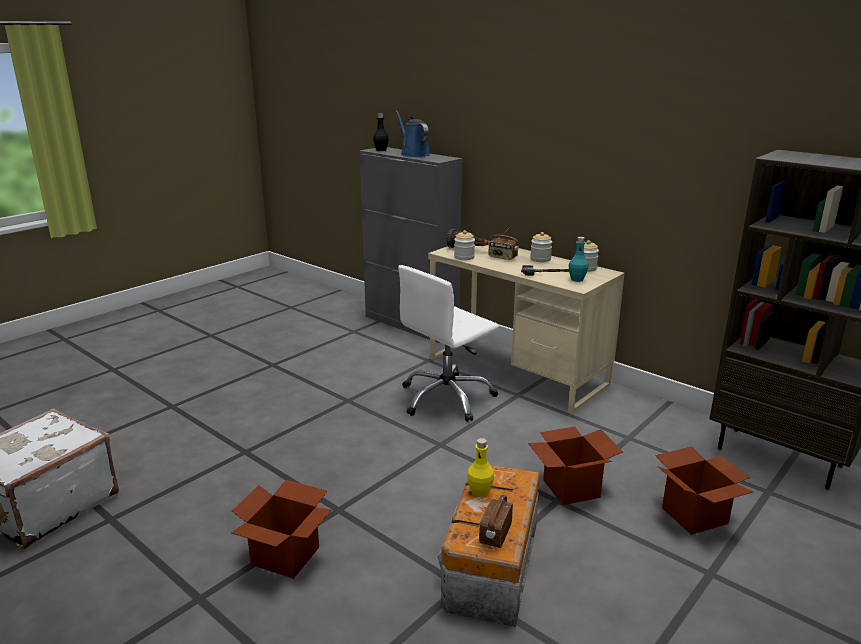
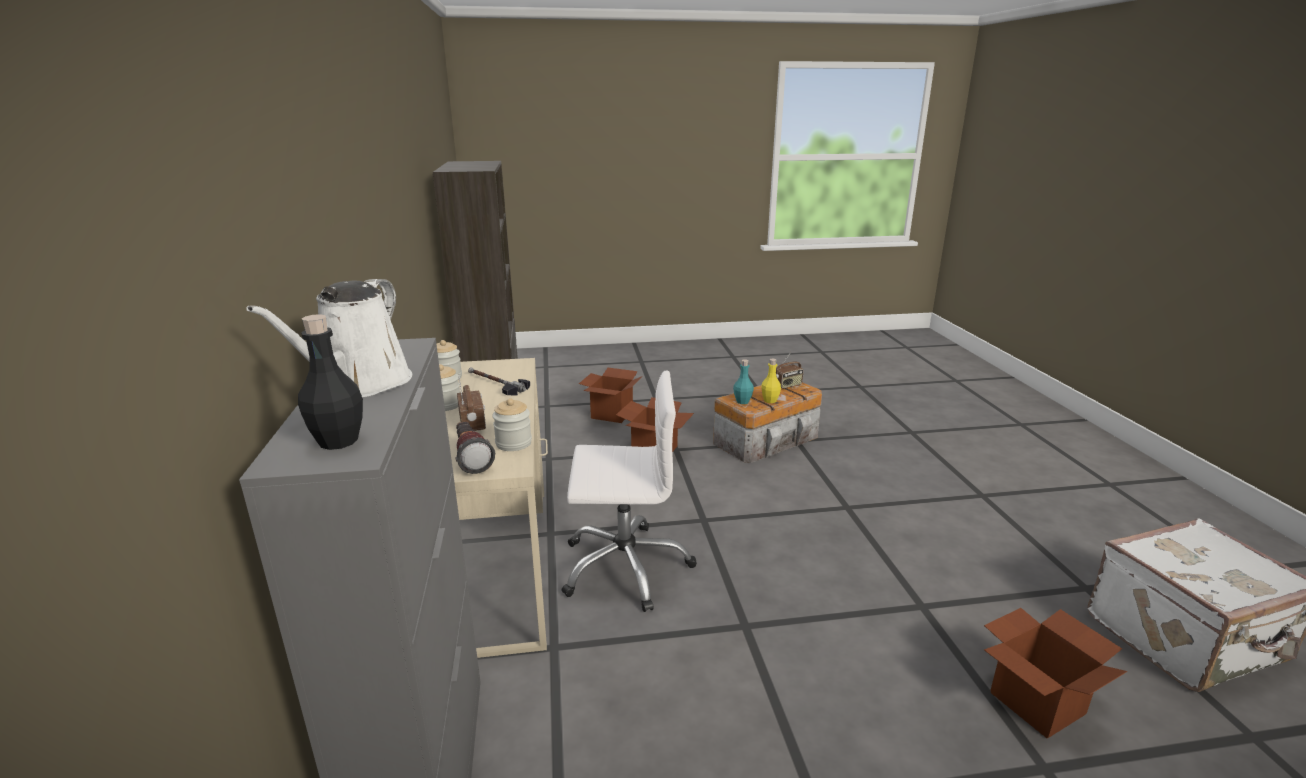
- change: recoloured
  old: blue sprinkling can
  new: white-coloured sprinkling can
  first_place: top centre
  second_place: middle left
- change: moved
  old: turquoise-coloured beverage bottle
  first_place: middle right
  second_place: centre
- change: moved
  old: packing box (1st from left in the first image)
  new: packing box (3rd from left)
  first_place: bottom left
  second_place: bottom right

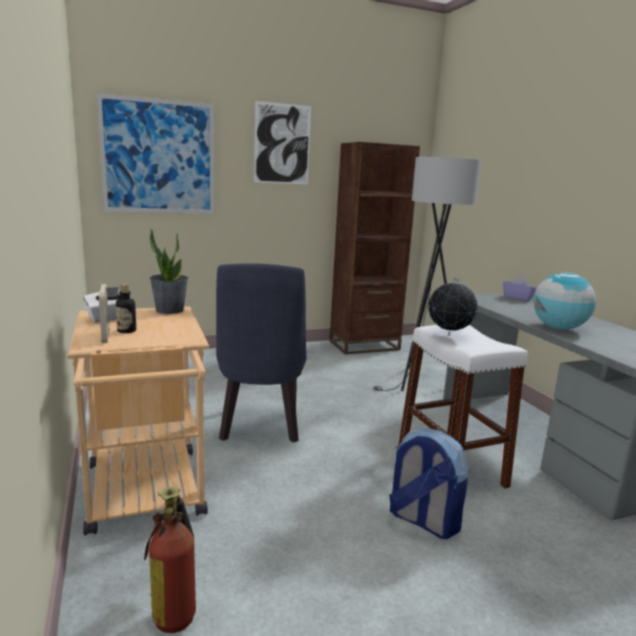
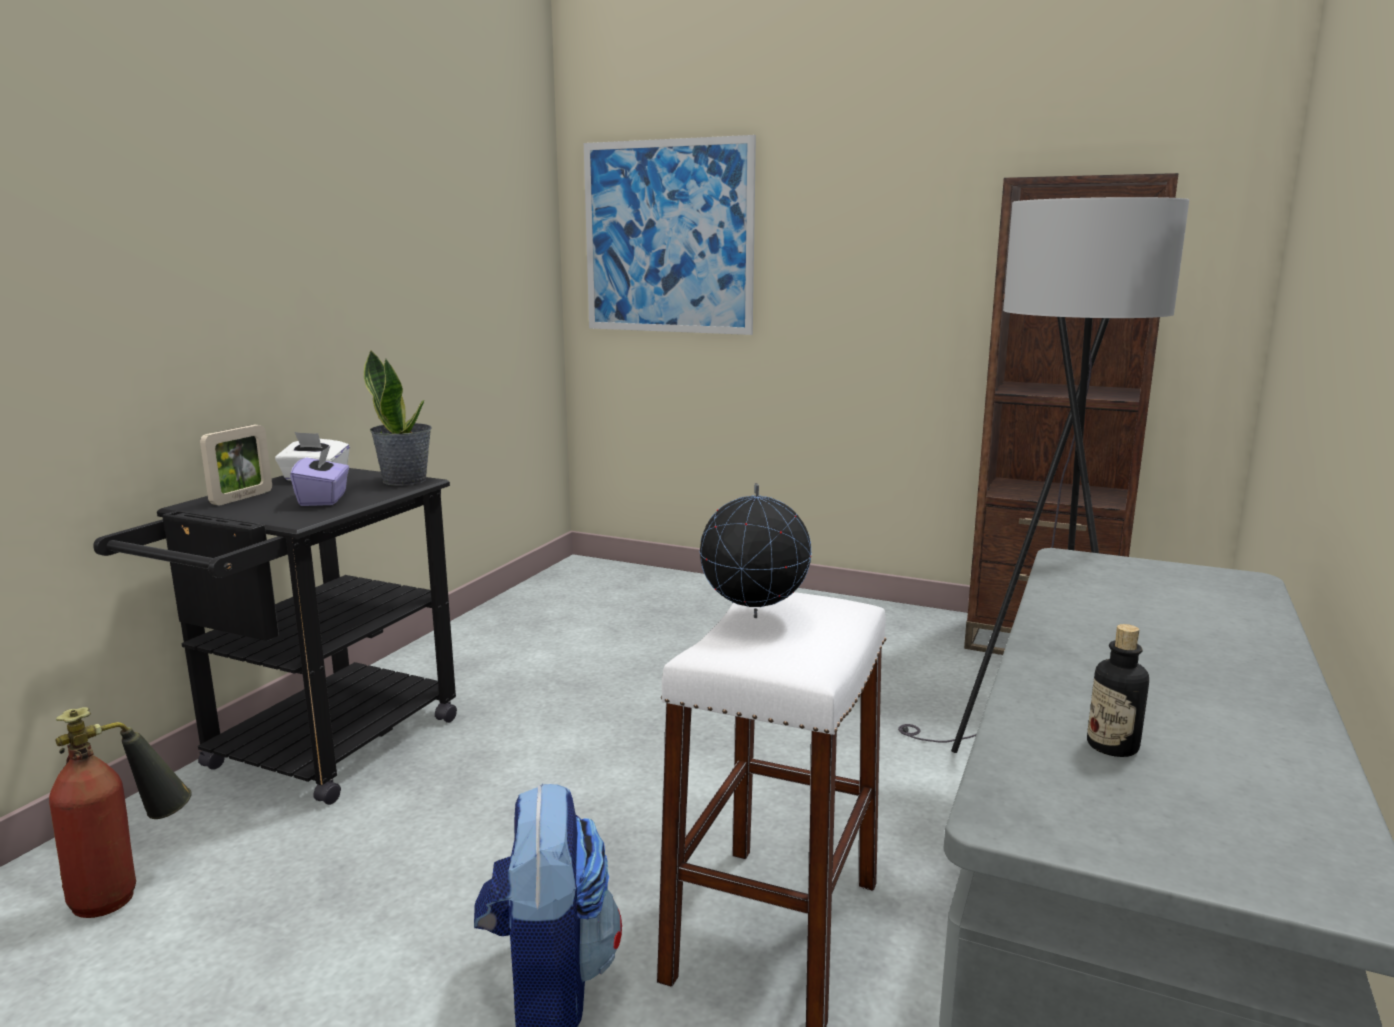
- change: recoloured
  old: beige-coloured wheeled cart
  new: blackish wheeled cart
  first_place: middle left
  second_place: middle left
- change: moved
  old: purplish tissue holder
  first_place: middle right
  second_place: middle left
- change: moved
  old: beverage bottle
  first_place: middle left
  second_place: bottom right
- change: removed
  old: blue upright chair
  first_place: centre
- change: removed
  old: picture (2nd from left)
  first_place: top centre
- change: removed
  old: world globe (2nd from left)
  first_place: middle right

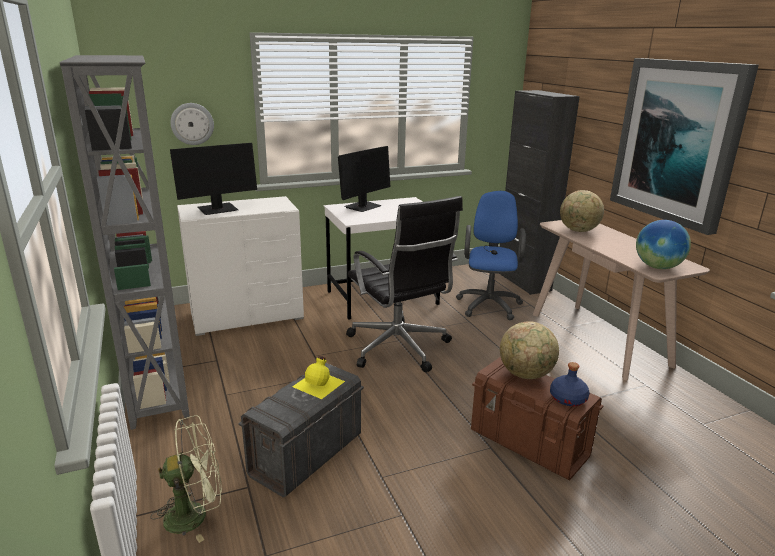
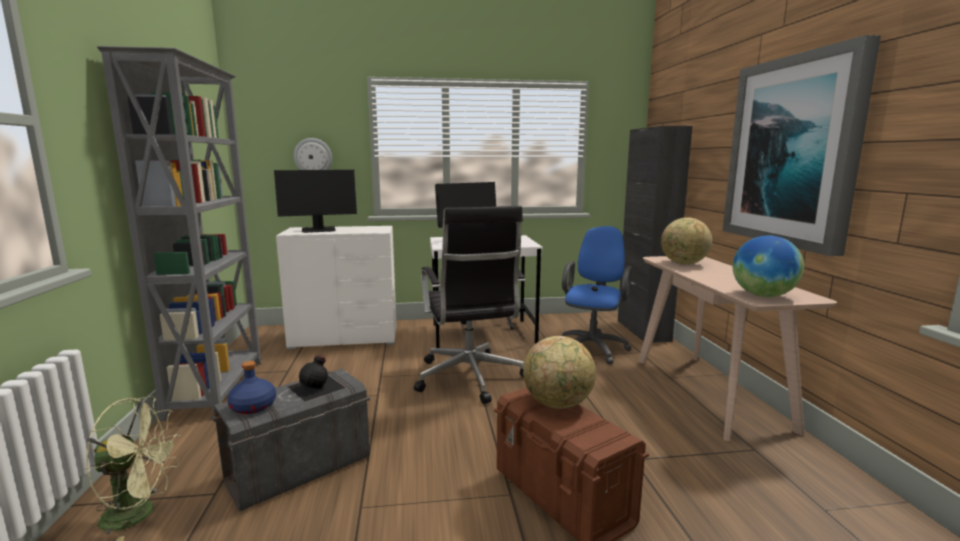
- change: moved
  old: blue beverage bottle
  first_place: bottom right
  second_place: bottom left
- change: recoloured
  old: yellow-coloured beverage bottle
  new: blackish beverage bottle
  first_place: bottom centre
  second_place: bottom left

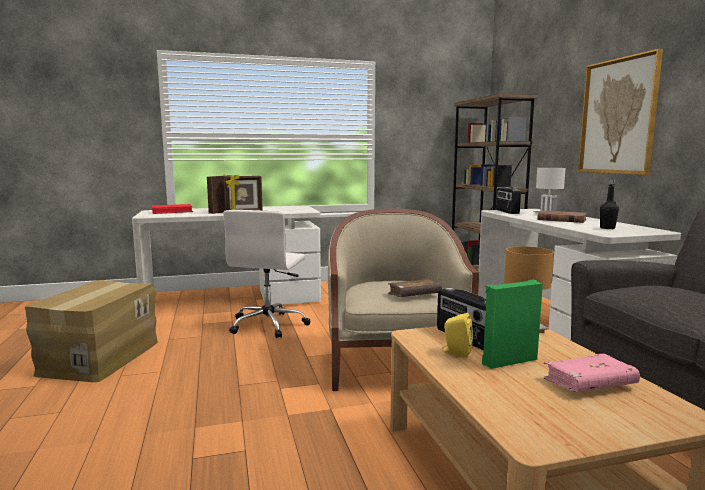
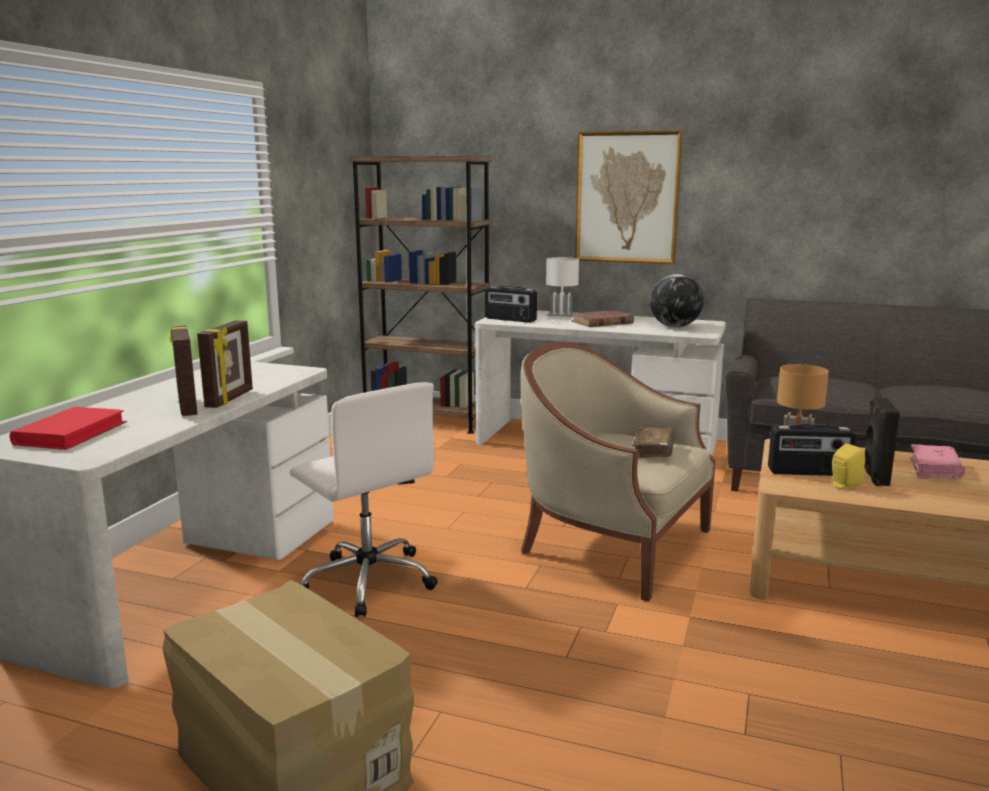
- change: replaced
  old: blackish beverage bottle
  new: world globe
  first_place: middle right
  second_place: middle right
- change: recoloured
  old: green speaker
  new: blackish speaker
  first_place: middle right
  second_place: middle right

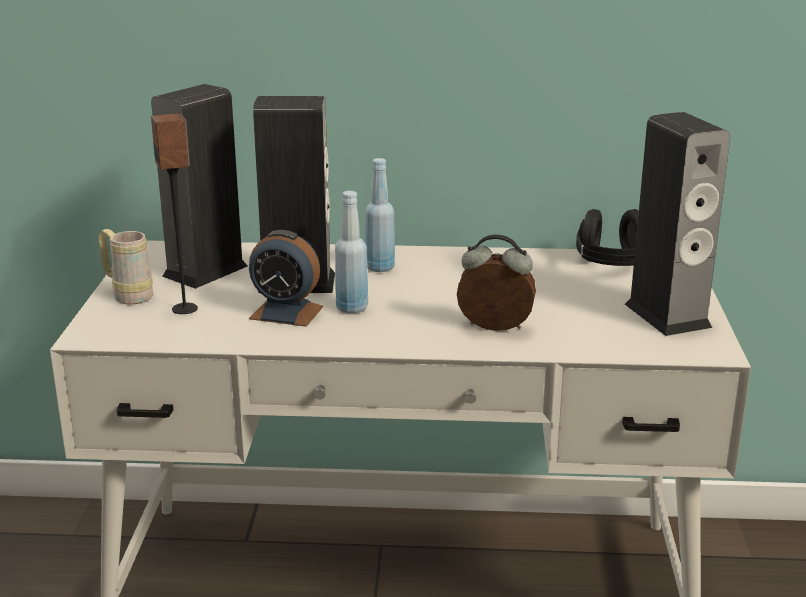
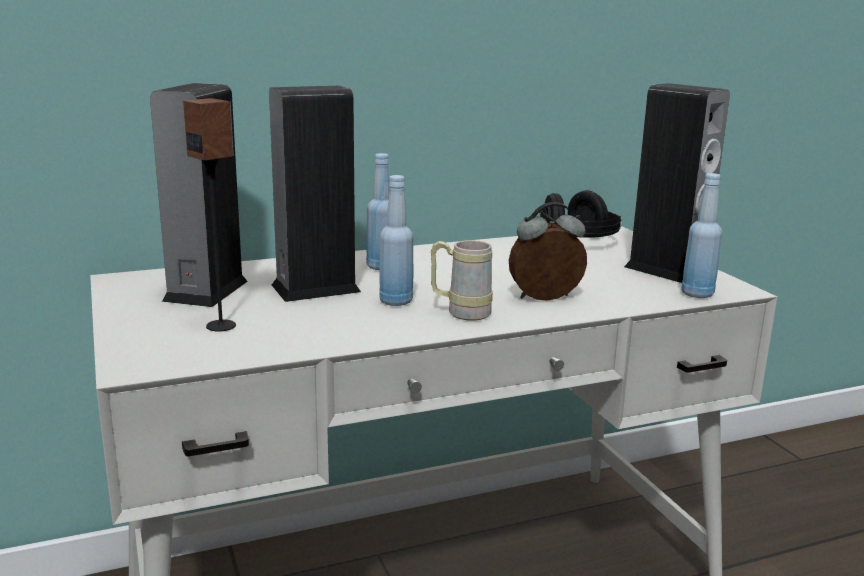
- change: moved
  old: beige-coloured coffee mug
  first_place: middle left
  second_place: centre
- change: added
  new: blue beverage bottle (3rd from left)
  second_place: middle right
- change: removed
  old: table clock (1st from left)
  first_place: centre

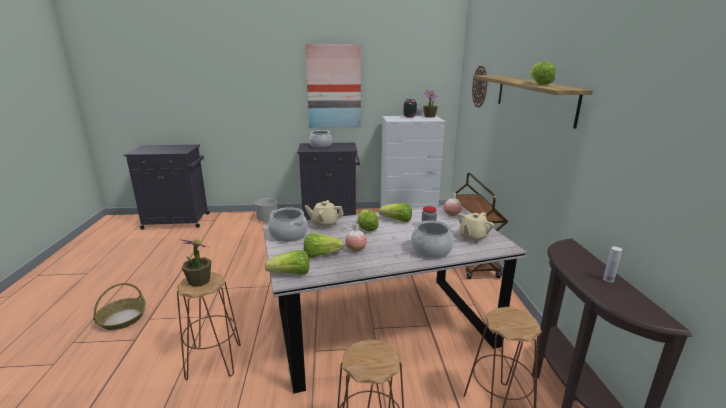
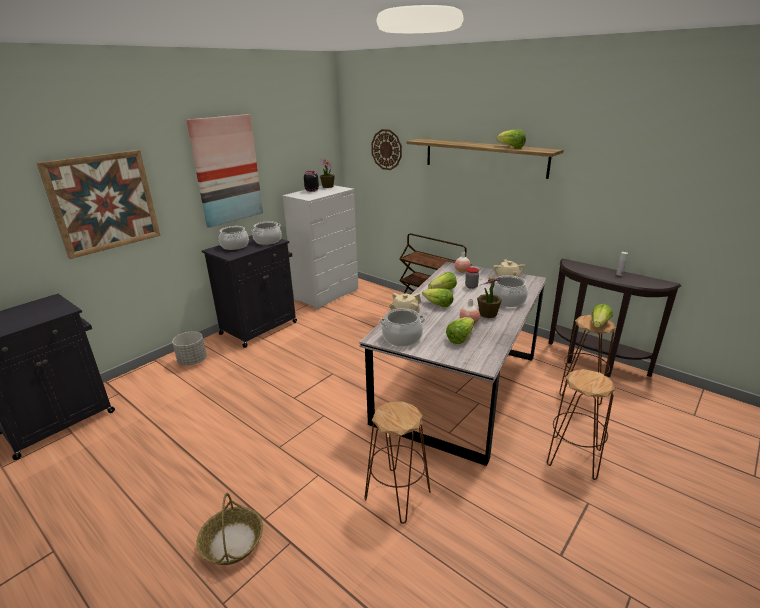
- change: added
  new: picture (1st from left)
  second_place: middle left
- change: added
  new: stockpot (2nd from left)
  second_place: centre
- change: moved
  old: plant in a pot (1st from left in the first image)
  new: plant in a pot (2nd from left)
  first_place: middle left
  second_place: centre
- change: moved
  old: lettuce head (1st from left in the first image)
  new: lettuce head (5th from left)
  first_place: centre
  second_place: middle right

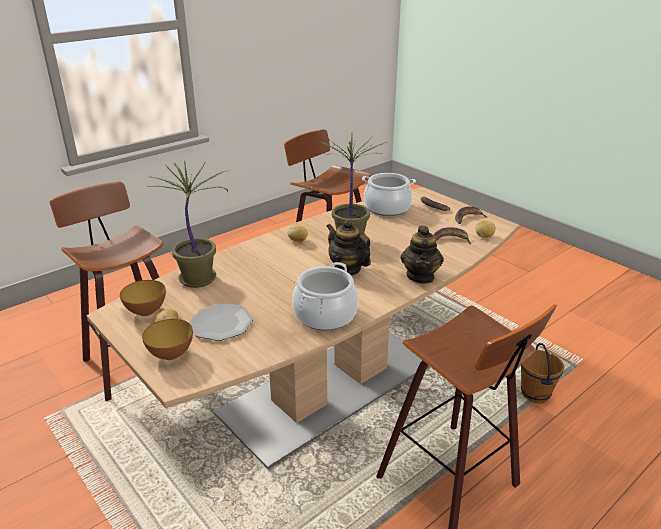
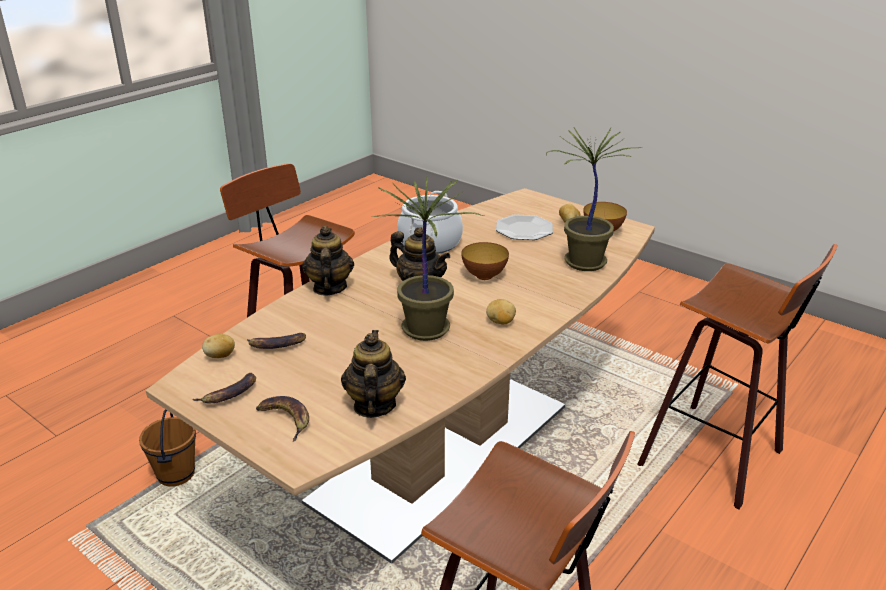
- change: replaced
  old: stockpot (2nd from left)
  new: teapot (2nd from left)
  first_place: centre
  second_place: centre
- change: moved
  old: deep dish (2nd from left in the first image)
  new: deep dish (1st from left)
  first_place: middle left
  second_place: centre

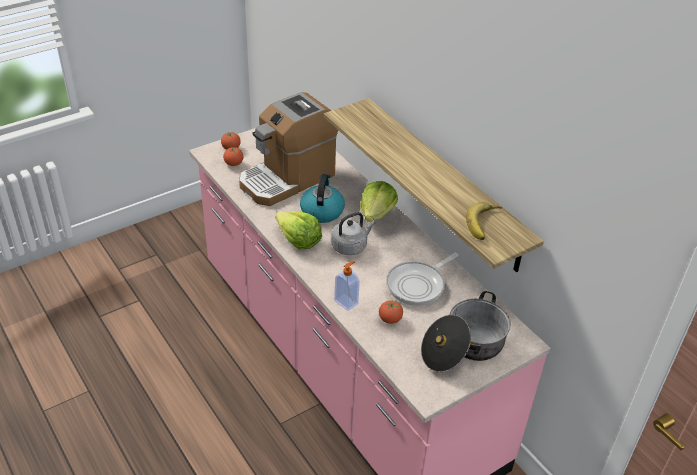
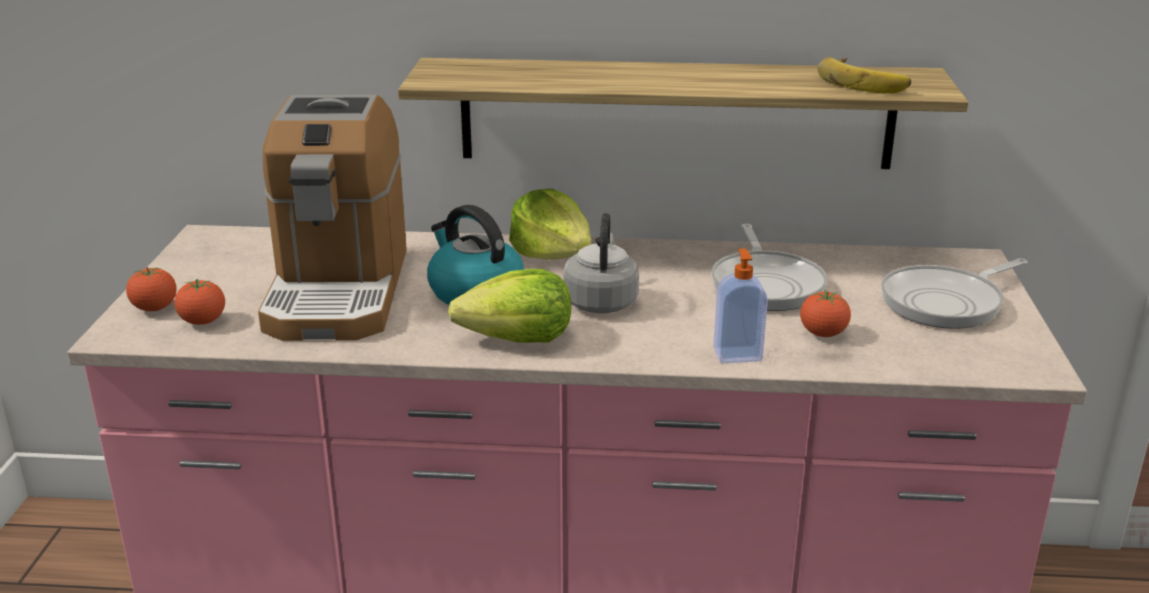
- change: replaced
  old: stockpot
  new: skillet (2nd from left)
  first_place: bottom right
  second_place: middle right

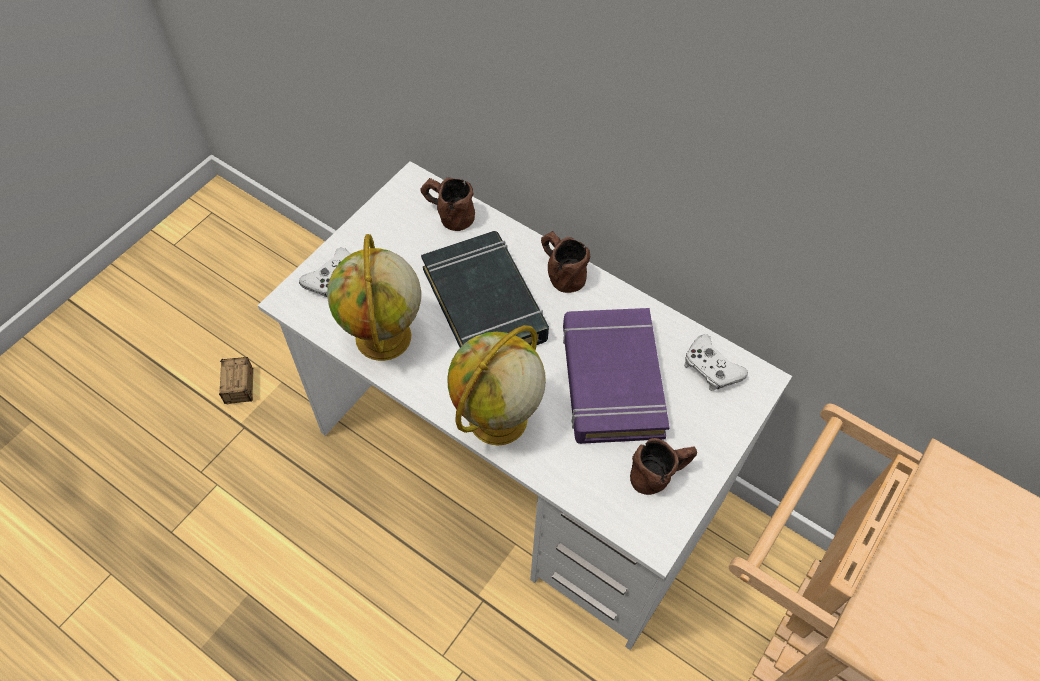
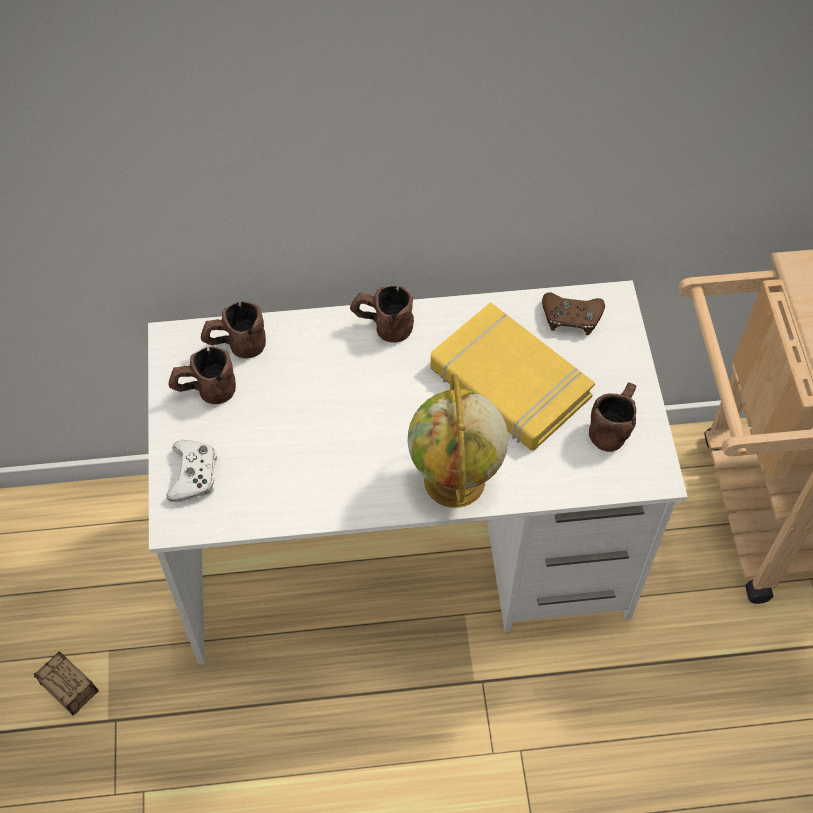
- change: added
  new: brownish coffee mug (1st from left)
  second_place: middle left
- change: recoloured
  old: purplish book
  new: yellow-coloured book
  first_place: centre
  second_place: centre
- change: recoloured
  old: white-coloured gamepad (2nd from left)
  new: brownish gamepad
  first_place: middle right
  second_place: middle right
- change: removed
  old: world globe (1st from left)
  first_place: centre
- change: removed
  old: blackish book
  first_place: centre

